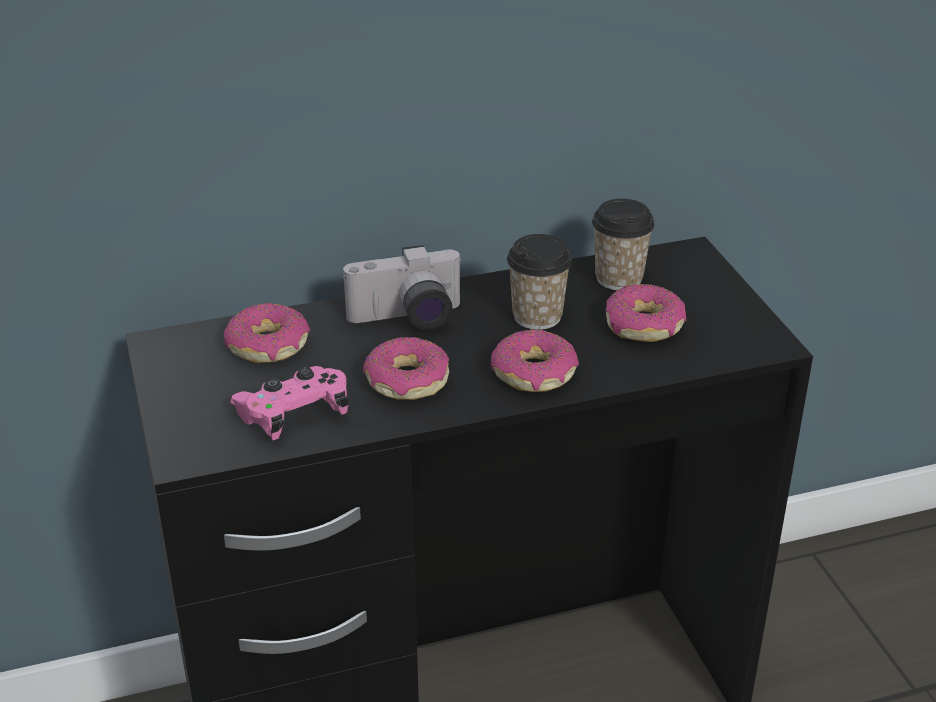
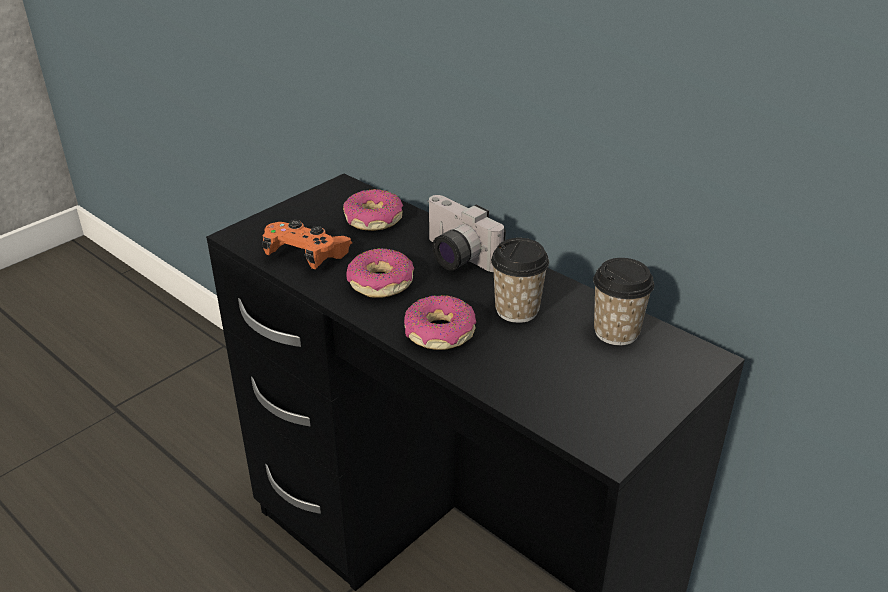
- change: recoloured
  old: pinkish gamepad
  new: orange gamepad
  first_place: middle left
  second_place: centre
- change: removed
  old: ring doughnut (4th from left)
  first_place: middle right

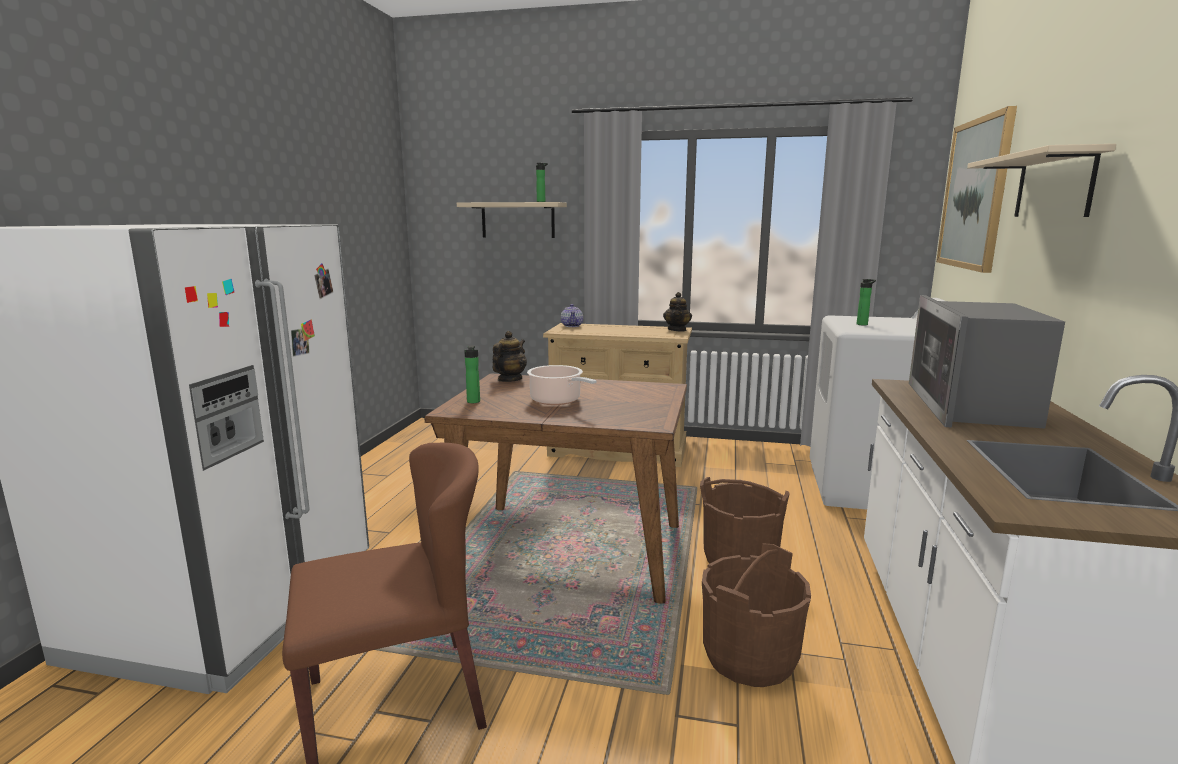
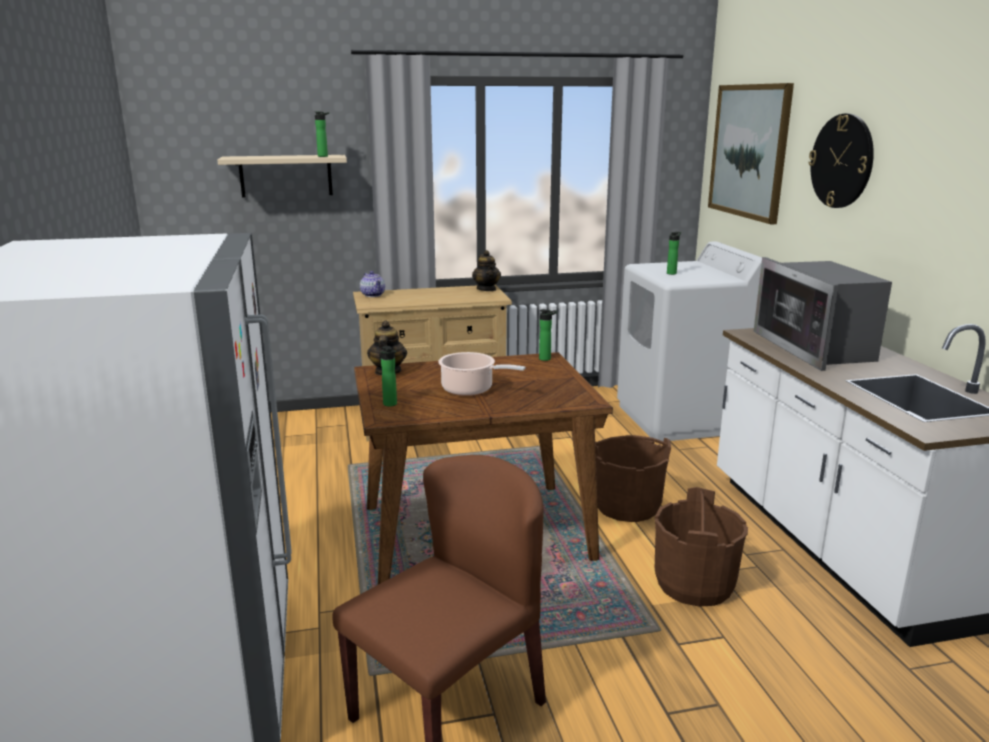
- change: added
  new: beverage bottle (3rd from left)
  second_place: centre
- change: replaced
  old: beige-coloured shelf (2nd from left)
  new: clock on the wall
  first_place: top right
  second_place: top right

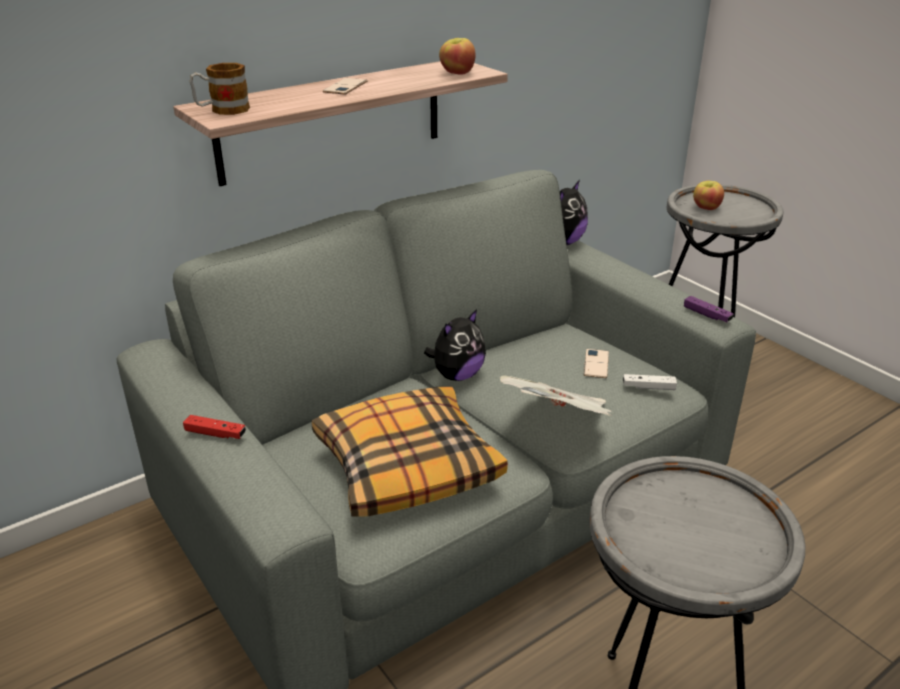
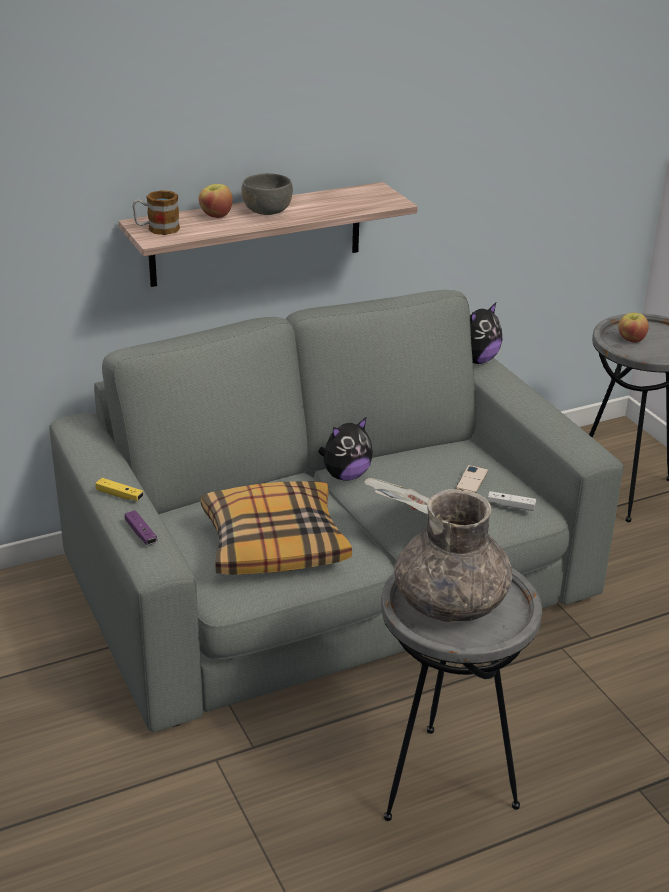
- change: recoloured
  old: reddish gamepad
  new: yellow-coloured gamepad
  first_place: middle left
  second_place: middle left
- change: moved
  old: purplish gamepad
  first_place: middle right
  second_place: middle left
- change: moved
  old: apple (1st from left)
  first_place: top centre
  second_place: top left
- change: replaced
  old: handset (1st from left)
  new: gray deep dish
  first_place: top centre
  second_place: top centre
- change: added
  new: gray flower vase
  second_place: middle right

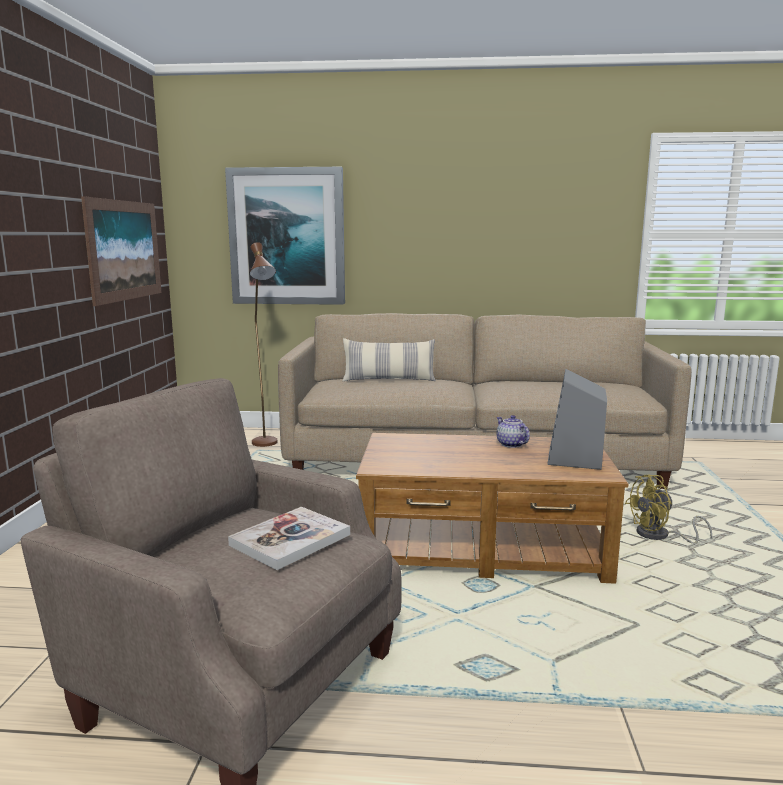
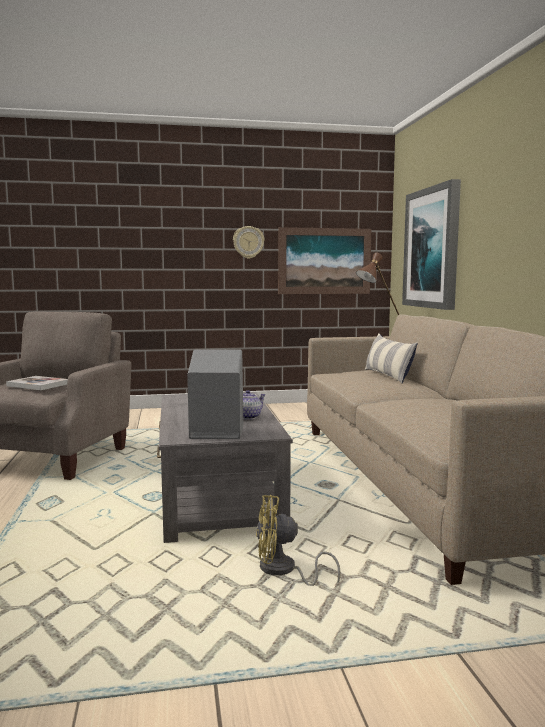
- change: recoloured
  old: brownish lounge table
  new: gray lounge table
  first_place: centre
  second_place: centre
- change: added
  new: clock on the wall
  second_place: top centre
- change: turned
  old: yellow-coloured fan
  first_place: middle right
  second_place: bottom centre
  degrees: -60

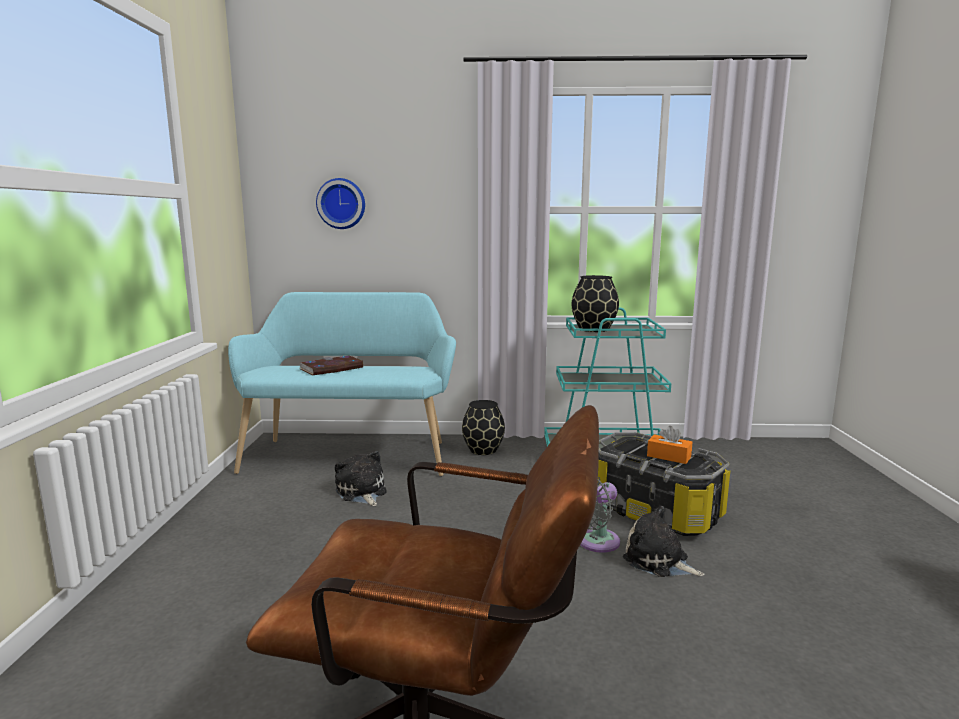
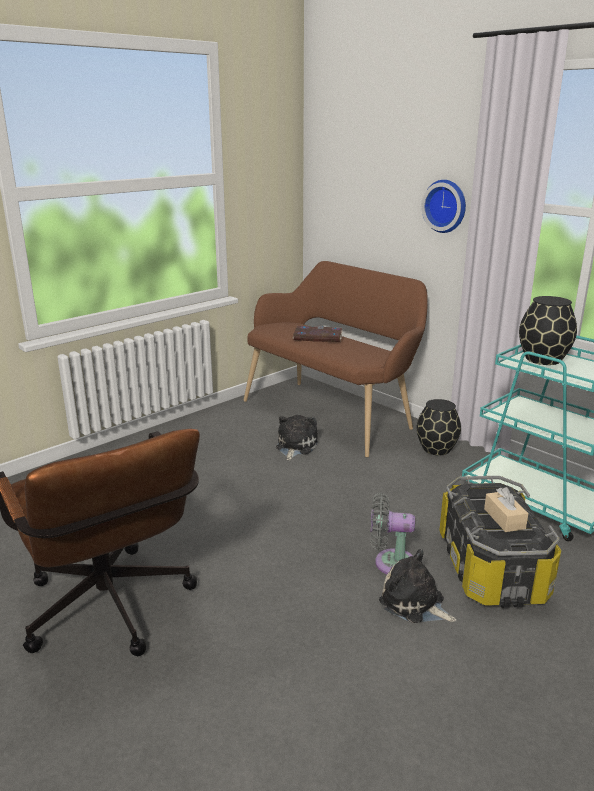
- change: recoloured
  old: turquoise-coloured long seat
  new: brownish long seat
  first_place: centre
  second_place: centre
- change: turned
  old: soft toy (2nd from left)
  first_place: bottom right
  second_place: bottom right
  degrees: -45
- change: moved
  old: clock on the wall
  first_place: top centre
  second_place: top right
- change: recoloured
  old: orange tissue holder
  new: beige-coloured tissue holder
  first_place: middle right
  second_place: middle right

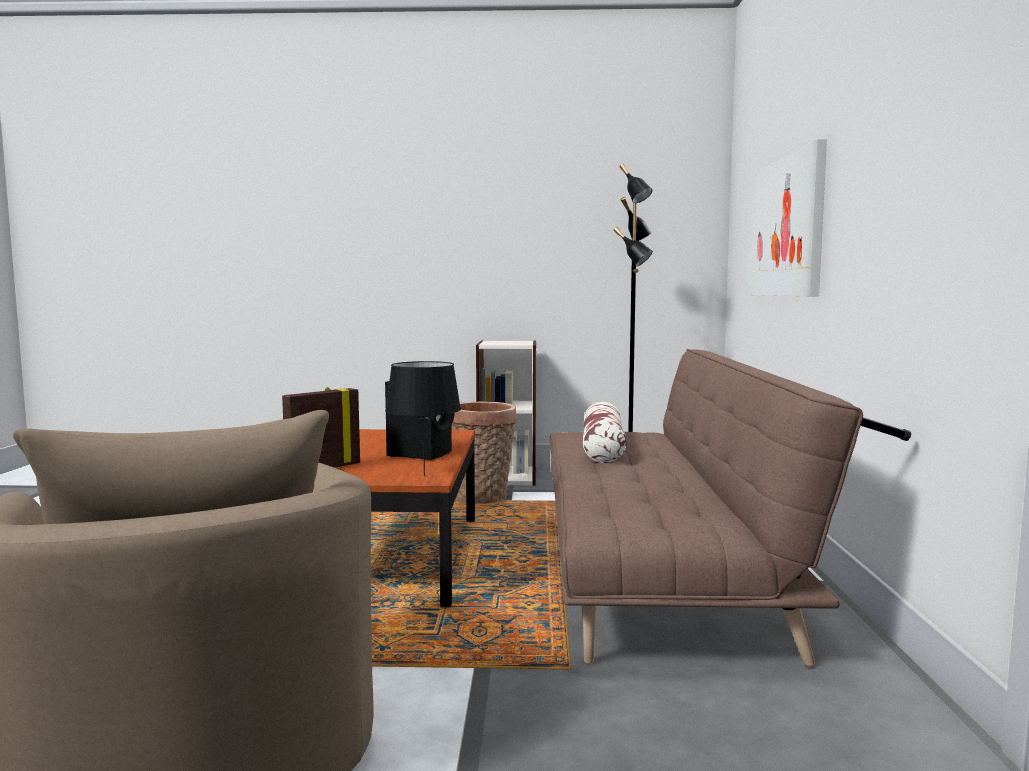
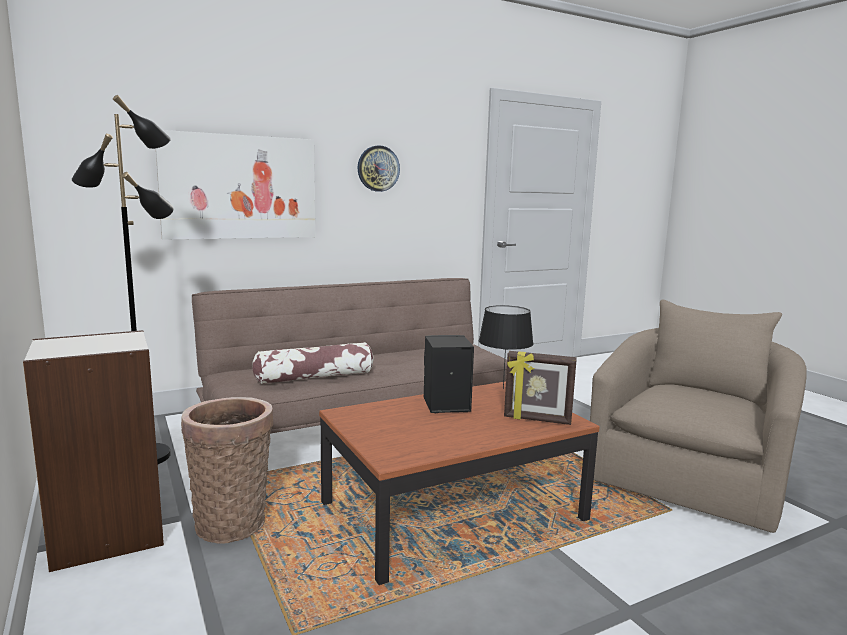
- change: added
  new: clock on the wall
  second_place: top centre

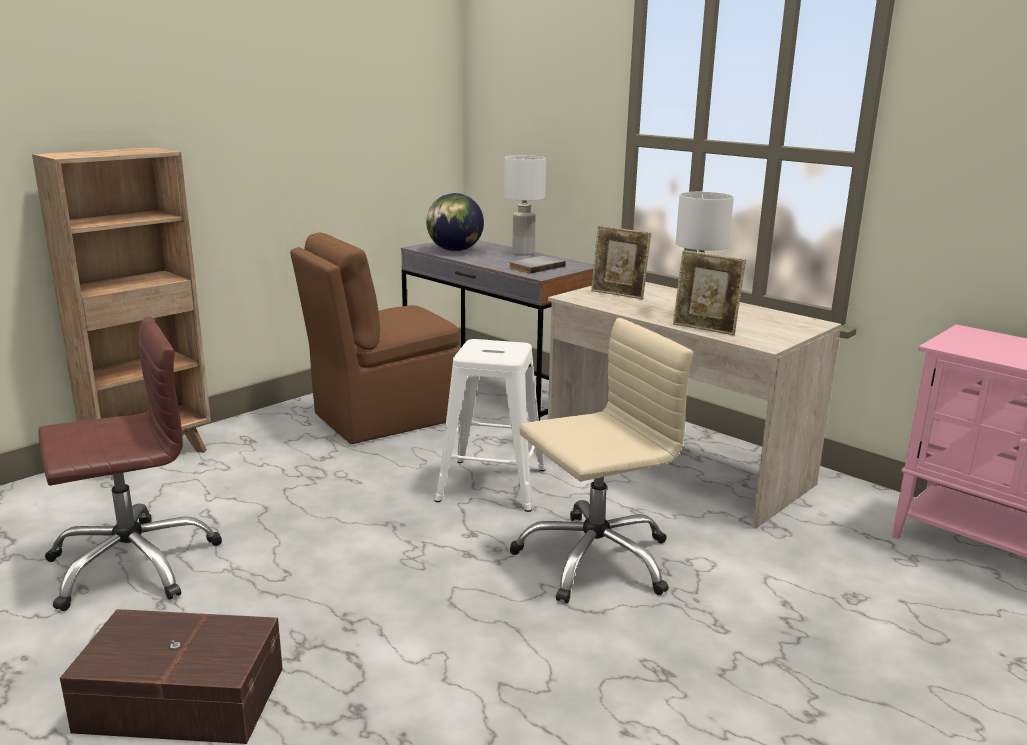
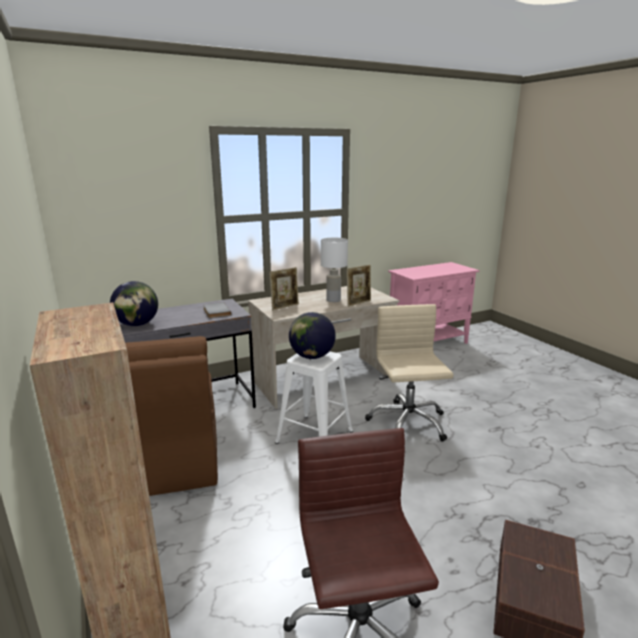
- change: added
  new: world globe (2nd from left)
  second_place: centre
- change: removed
  old: white-coloured tabletop lamp (1st from left)
  first_place: top centre

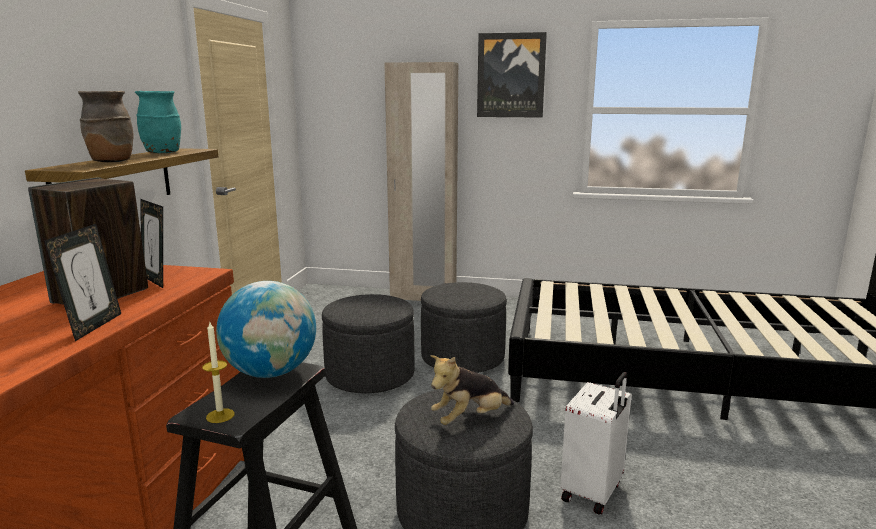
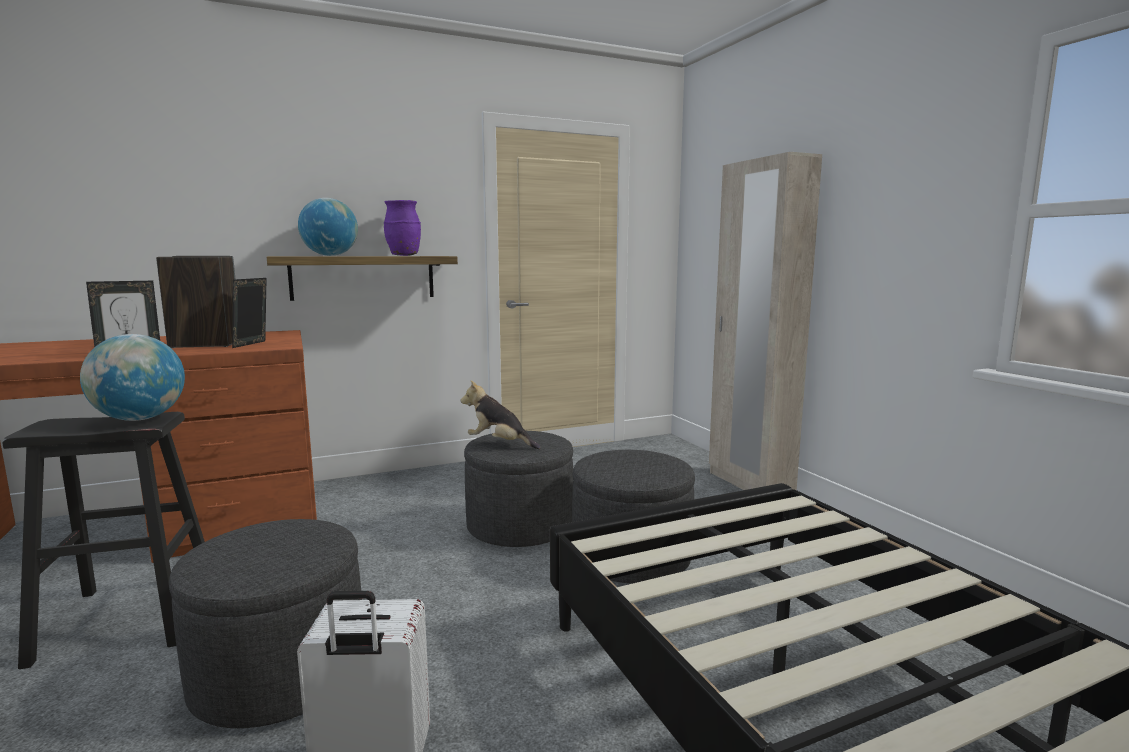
- change: replaced
  old: brownish flower vase
  new: world globe (2nd from left)
  first_place: top left
  second_place: top left
- change: recoloured
  old: turquoise-coloured flower vase
  new: purplish flower vase
  first_place: top left
  second_place: top centre
- change: moved
  old: soft toy
  first_place: bottom centre
  second_place: centre
- change: removed
  old: candle
  first_place: bottom left
- change: removed
  old: picture
  first_place: top centre

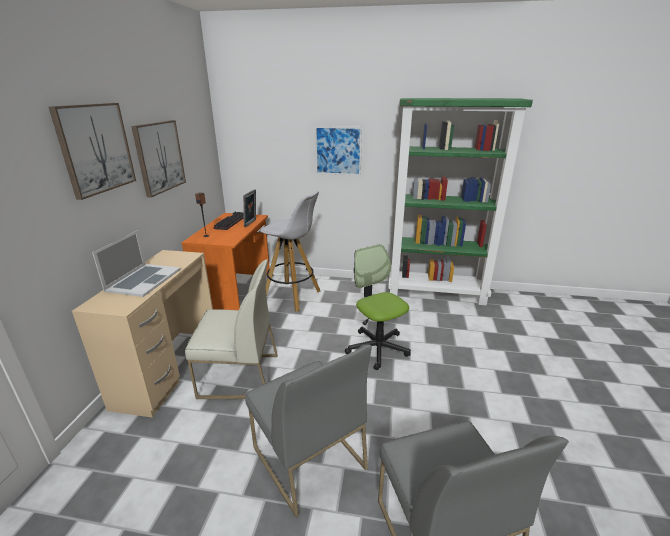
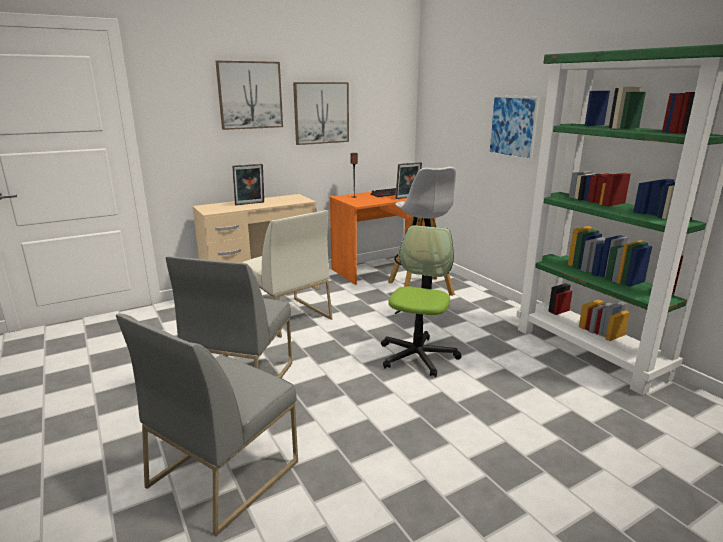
- change: replaced
  old: notebook computer
  new: standing frame (1st from left)
  first_place: middle left
  second_place: centre

